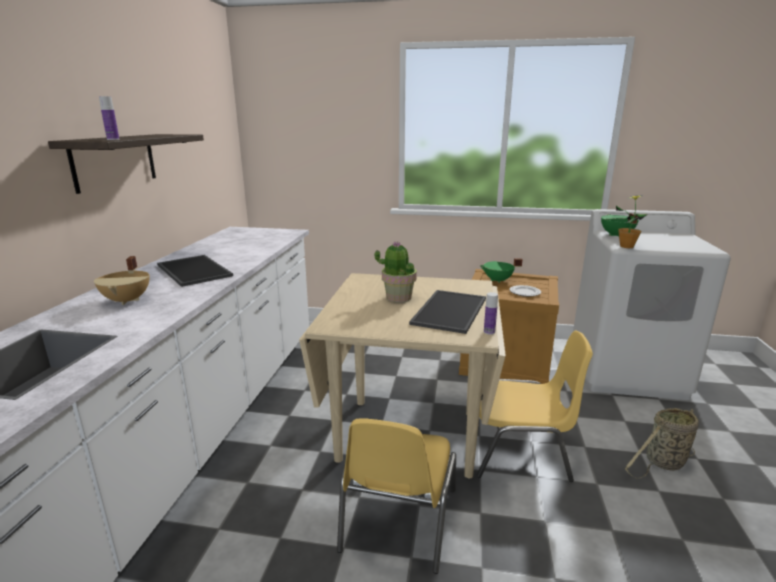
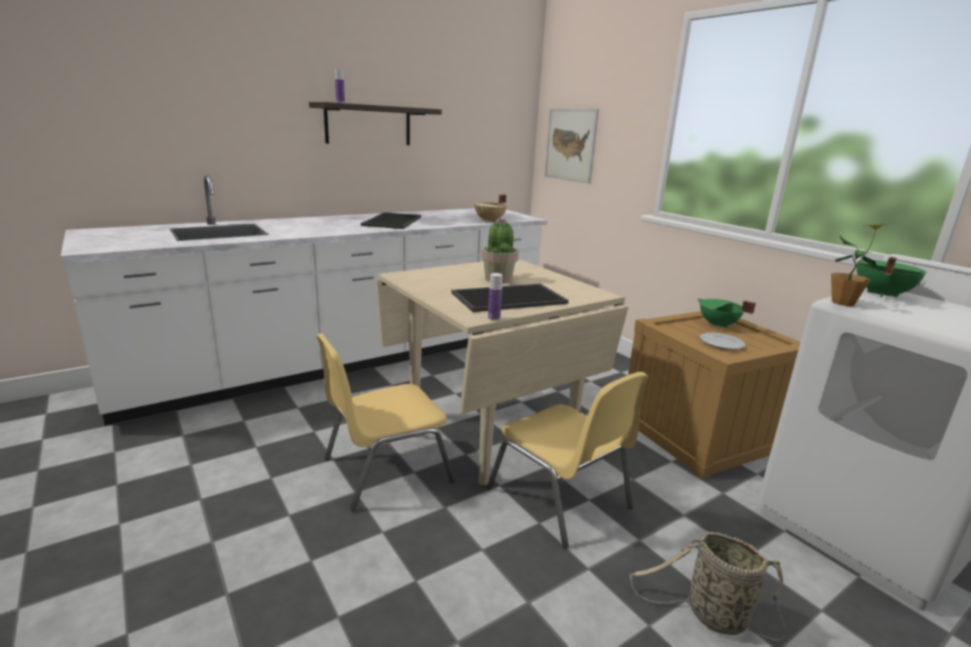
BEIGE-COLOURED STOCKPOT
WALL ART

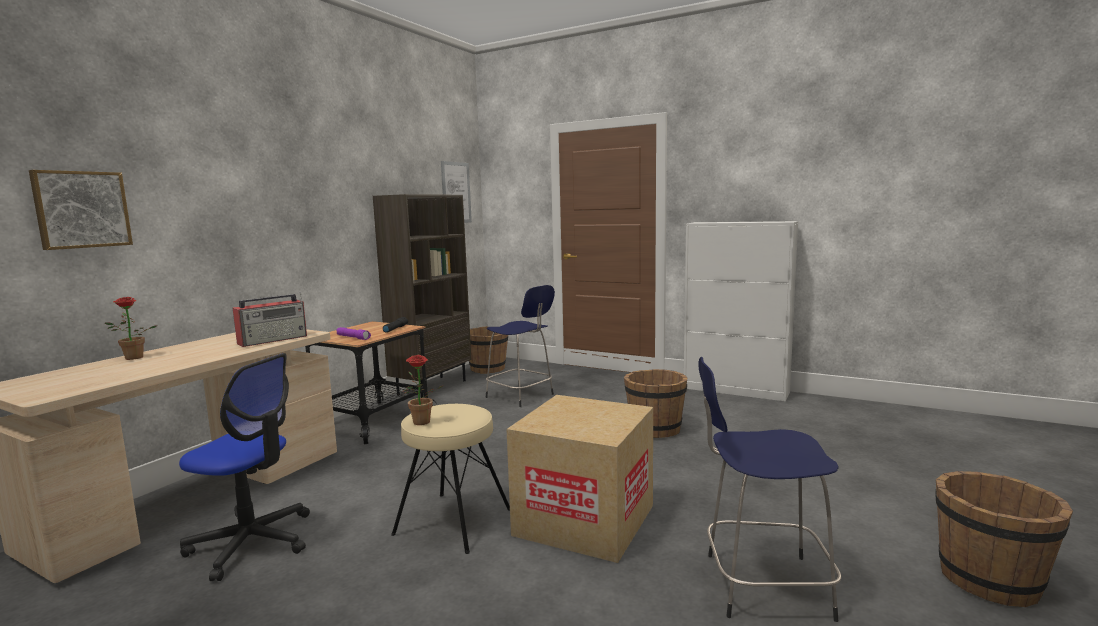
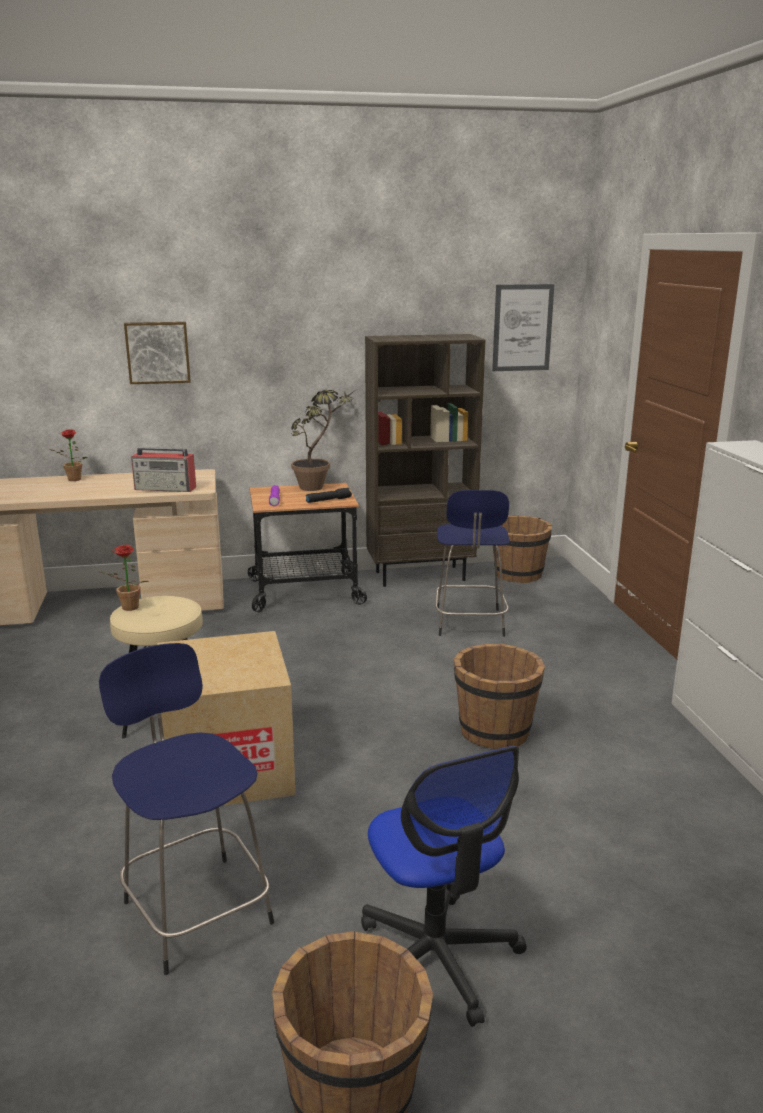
WALL ART (1st from left)
PLANT IN A POT (3rd from left)
COMPUTER CHAIR

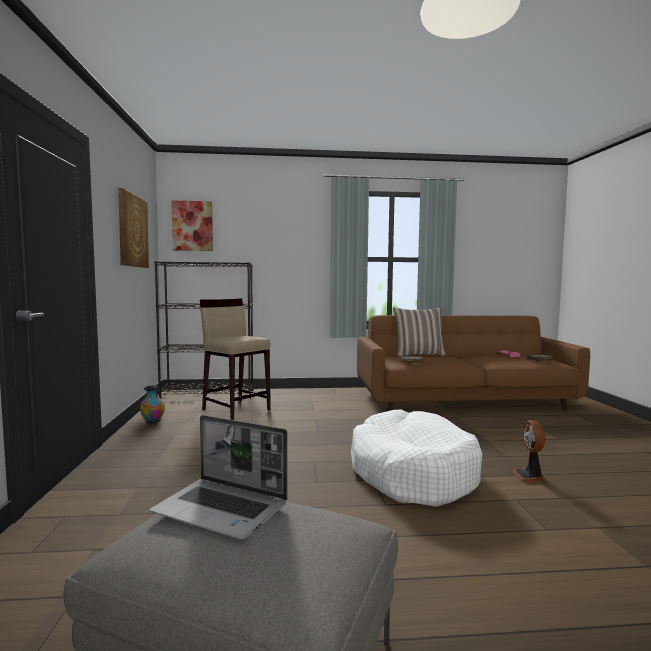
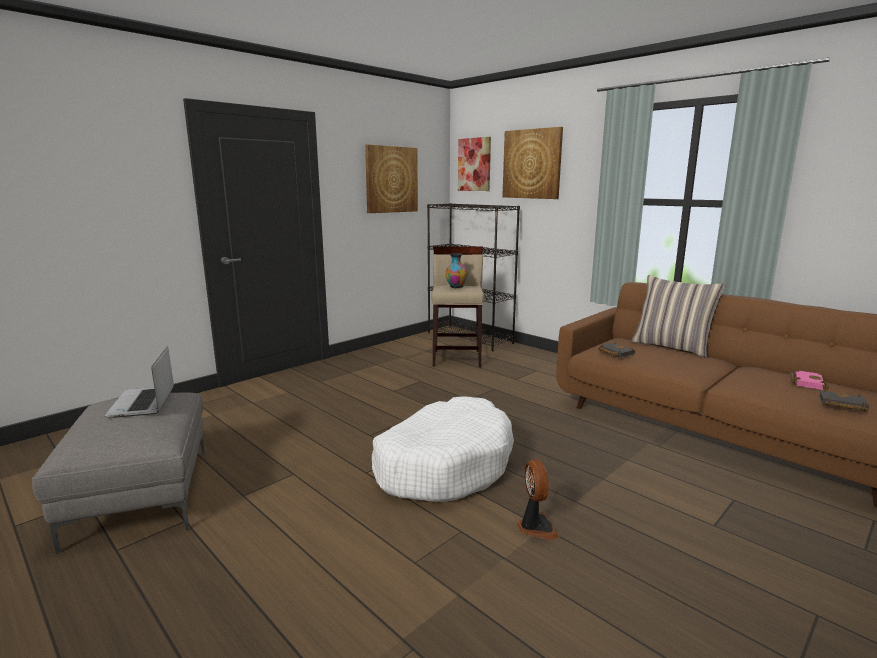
VASE
WALL ART (3rd from left)
FAN

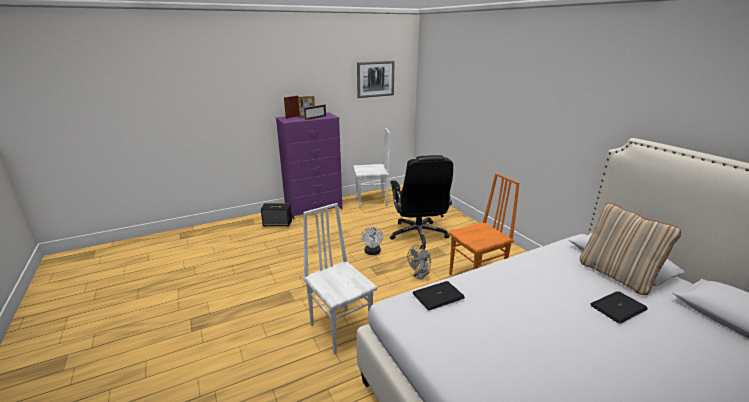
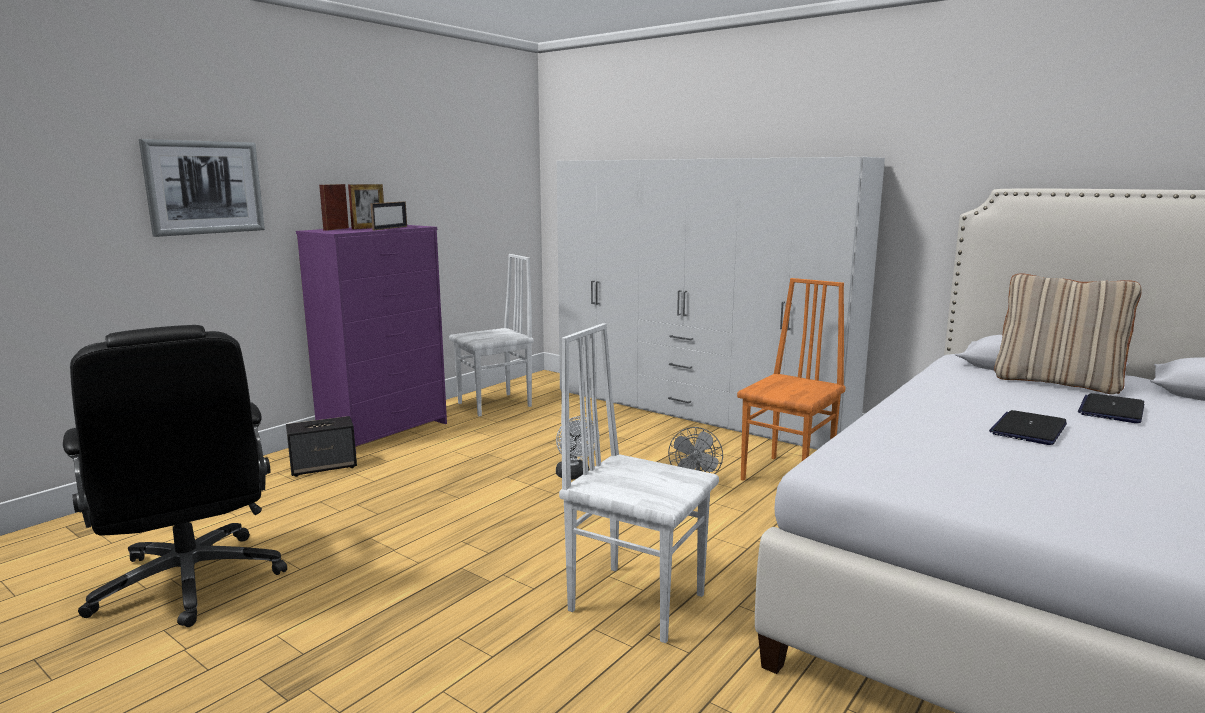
BLACK COMPUTER CHAIR
WALL ART
WHITE WARDROBE
PORTABLE COMPUTER (1st from left)

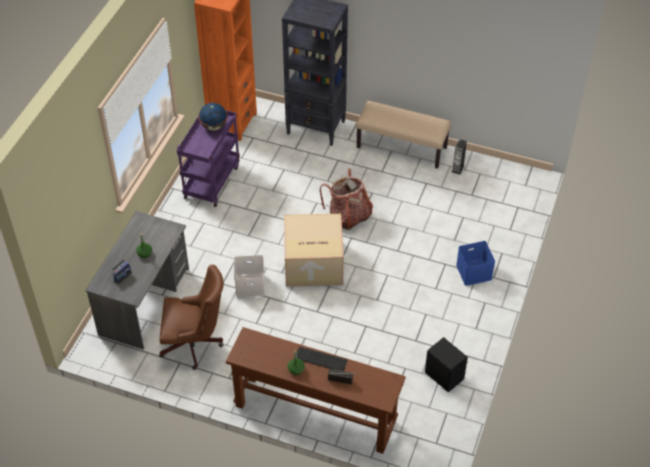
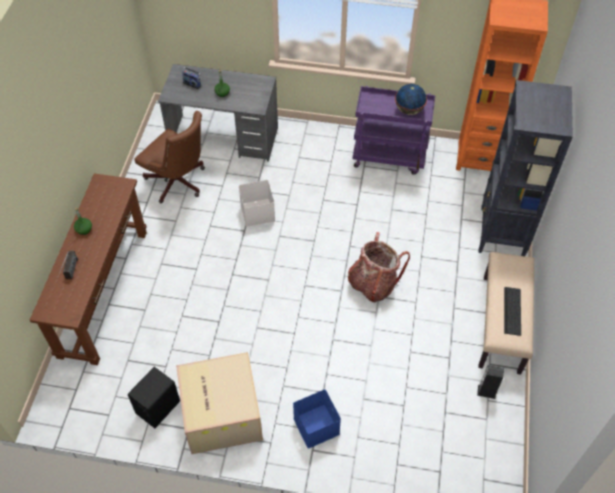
BROWNISH COMPUTER CHAIR
CARDBOARD BOX
PC KEYBOARD

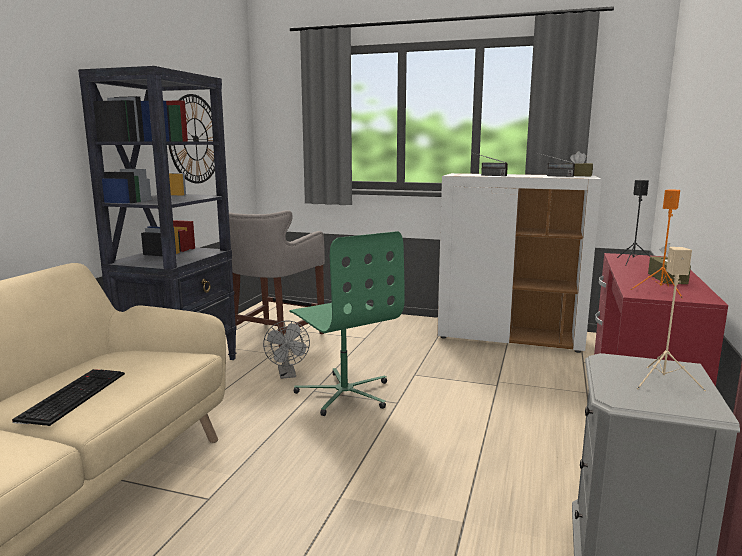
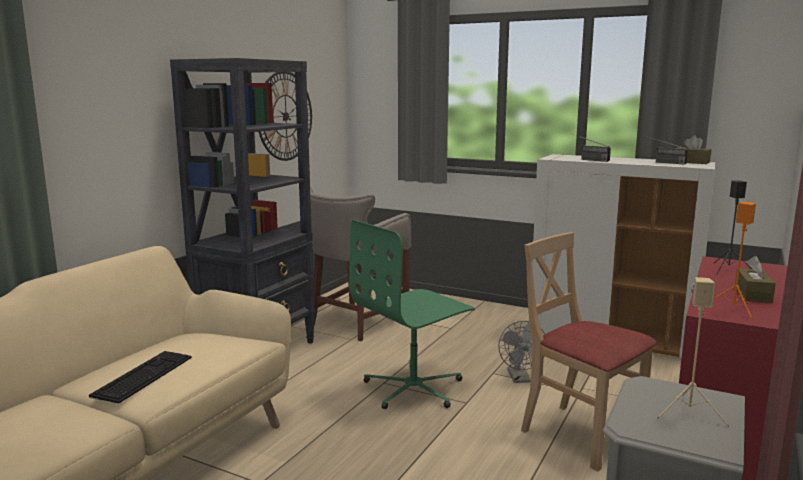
GREEN COMPUTER CHAIR
GRAY FAN
BEIGE-COLOURED UPRIGHT CHAIR

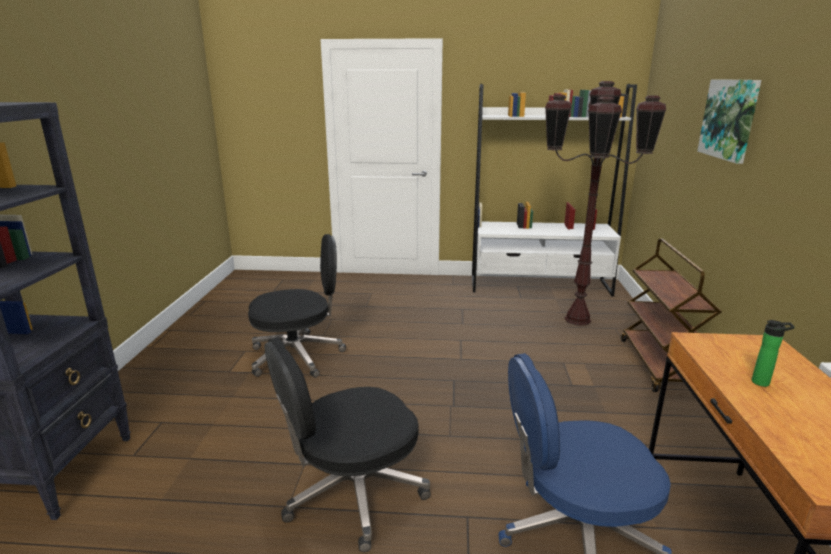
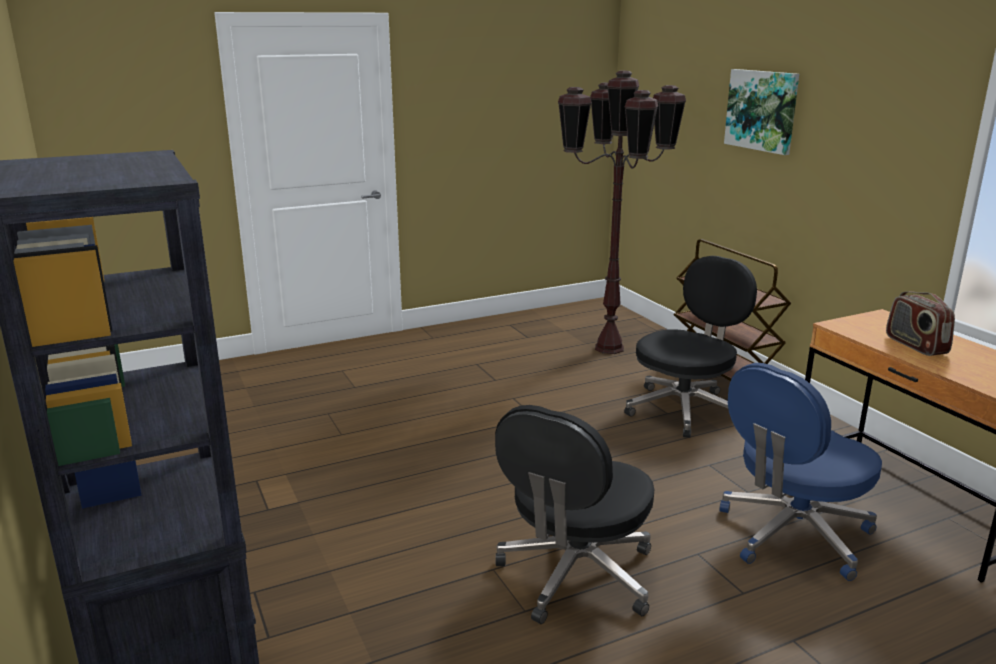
BLACK COMPUTER CHAIR (2nd from left)
RADIO SET
WHITE SHELVING UNIT

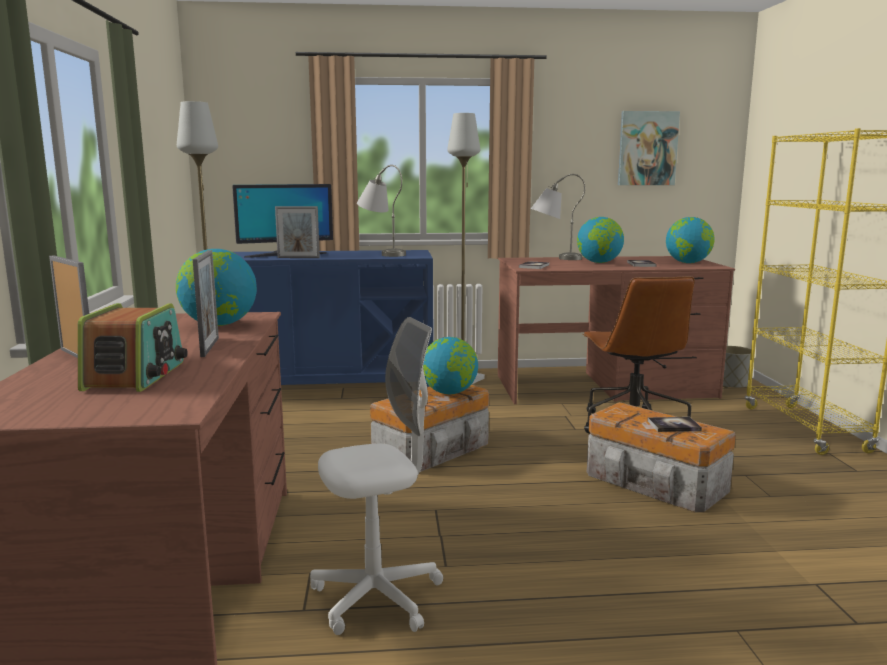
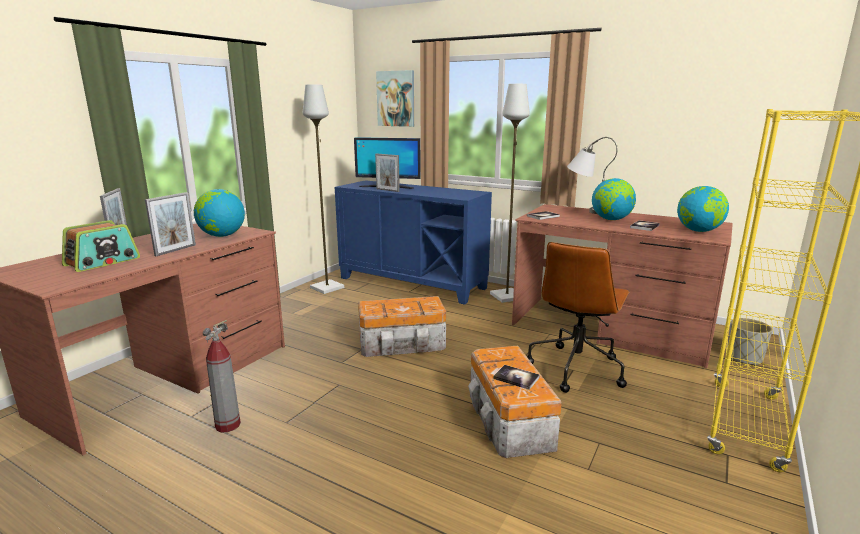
FIRE EXTINGUISHER
WALL ART
GRAY TABLETOP LAMP (1st from left in the first image)
WORLD GLOBE (2nd from left in the first image)

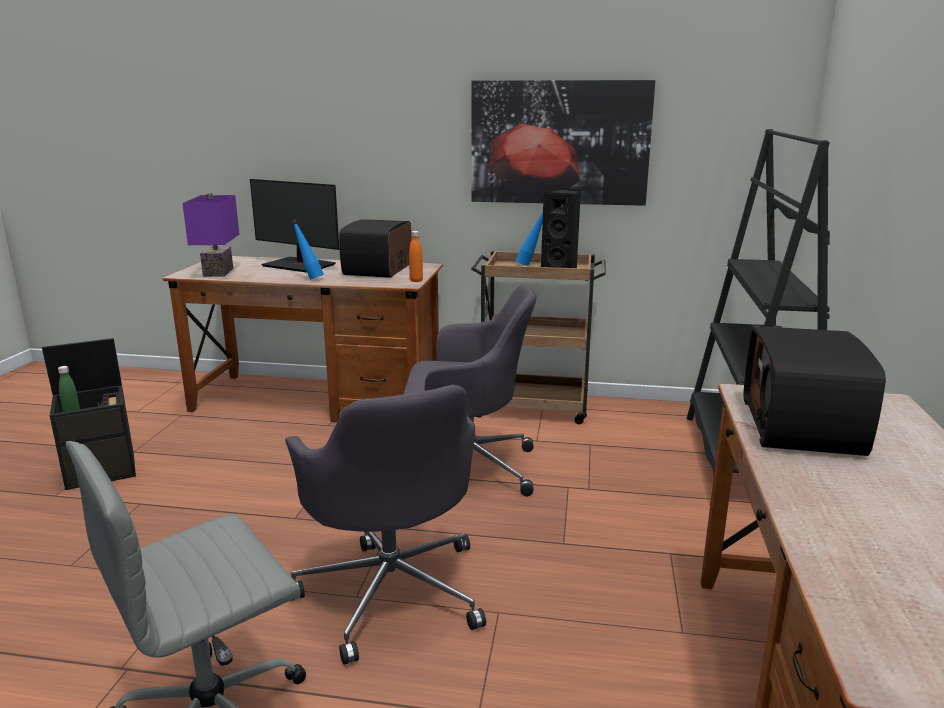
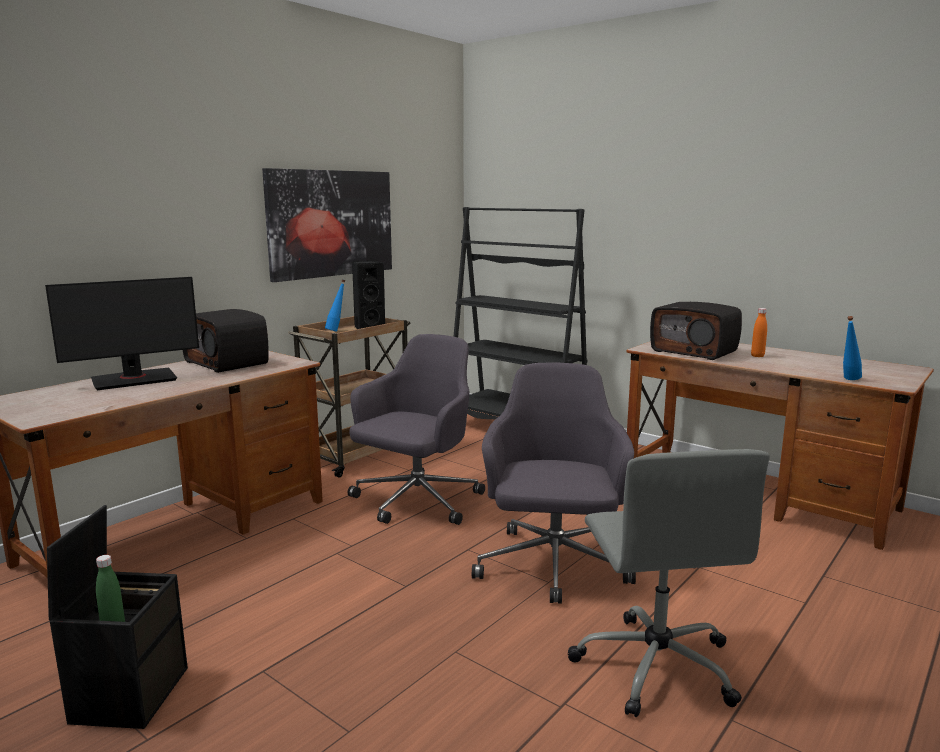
GRAY COMPUTER CHAIR (2nd from left)
ORANGE BEVERAGE BOTTLE
BLUE-COLOURED BEVERAGE BOTTLE (2nd from left)
PURPLE TABLETOP LAMP

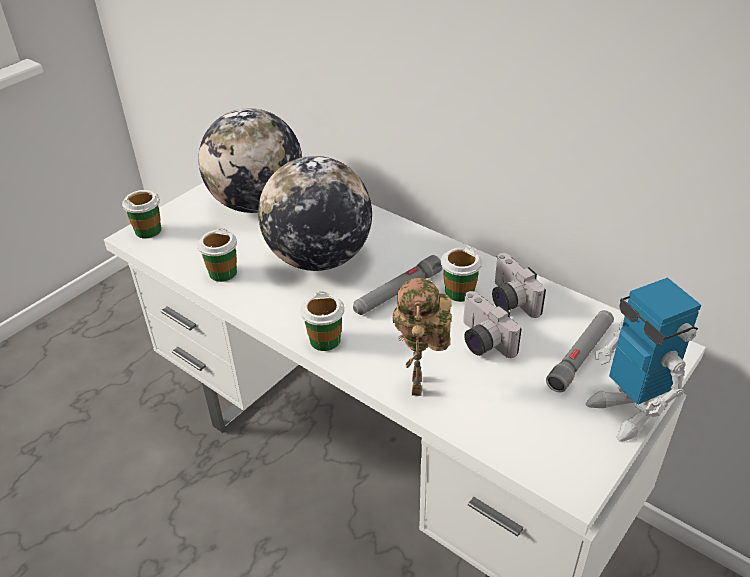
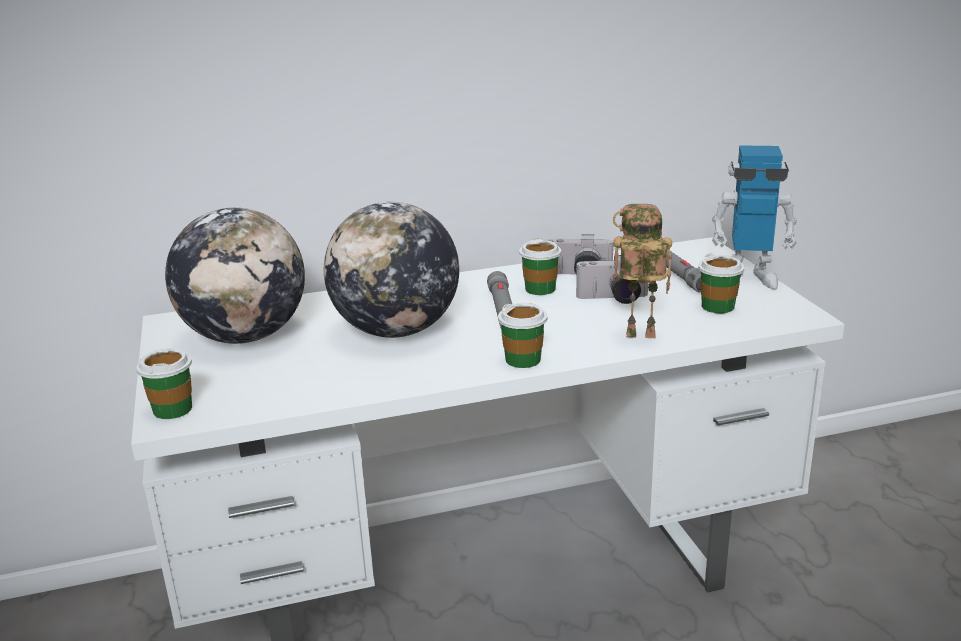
TOY ROBOT (1st from left)
CUP (4th from left)

